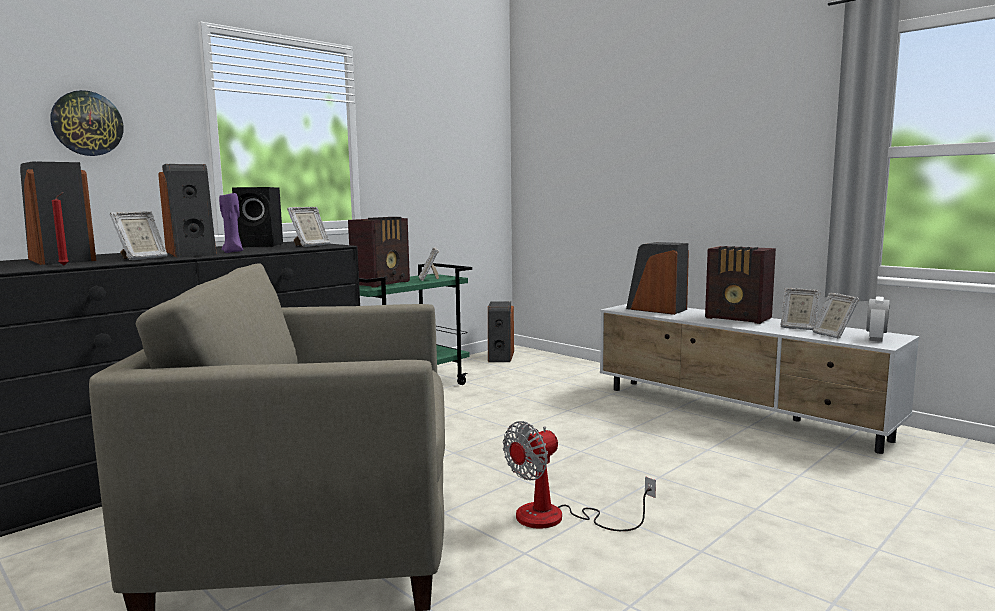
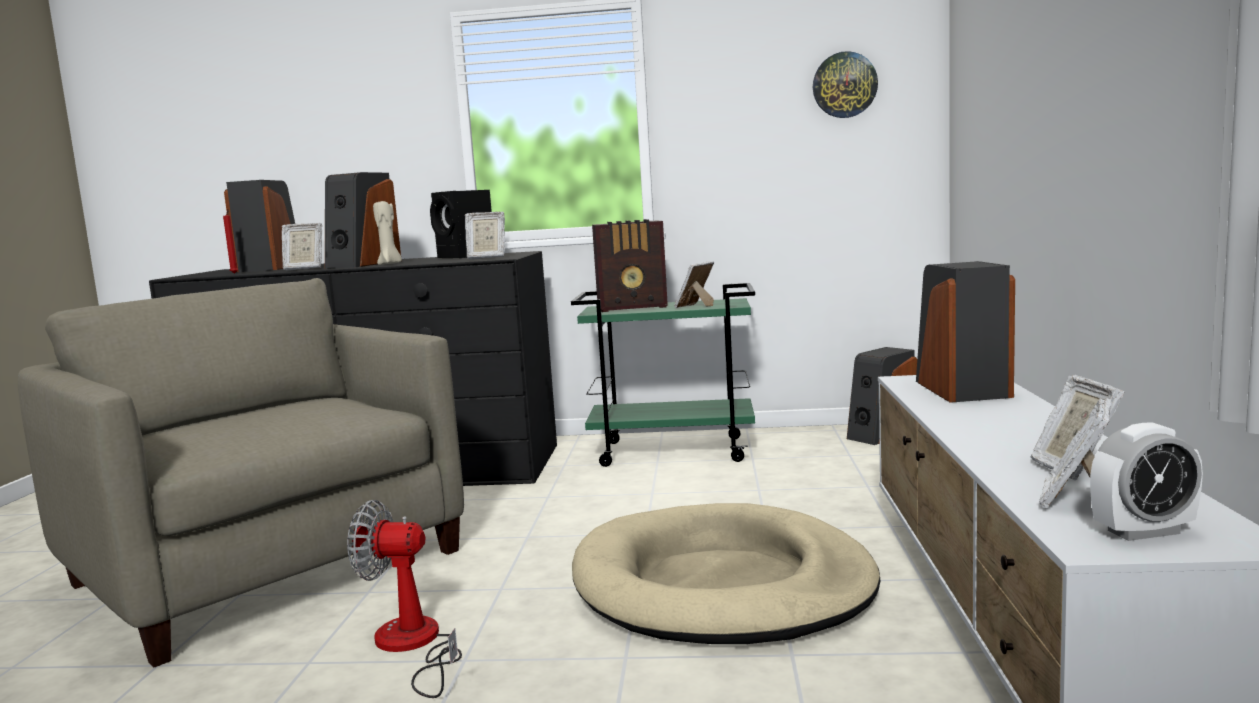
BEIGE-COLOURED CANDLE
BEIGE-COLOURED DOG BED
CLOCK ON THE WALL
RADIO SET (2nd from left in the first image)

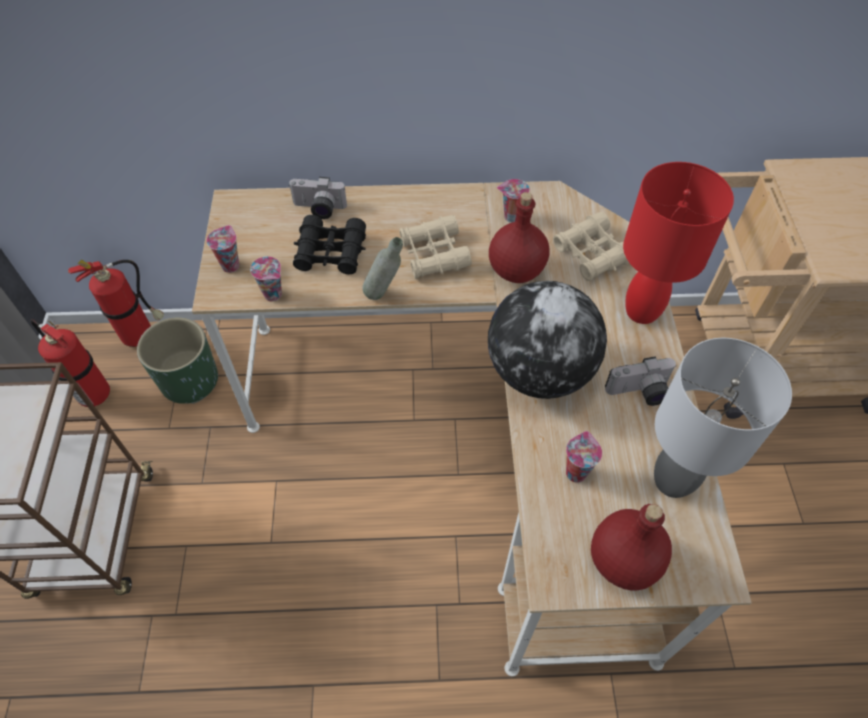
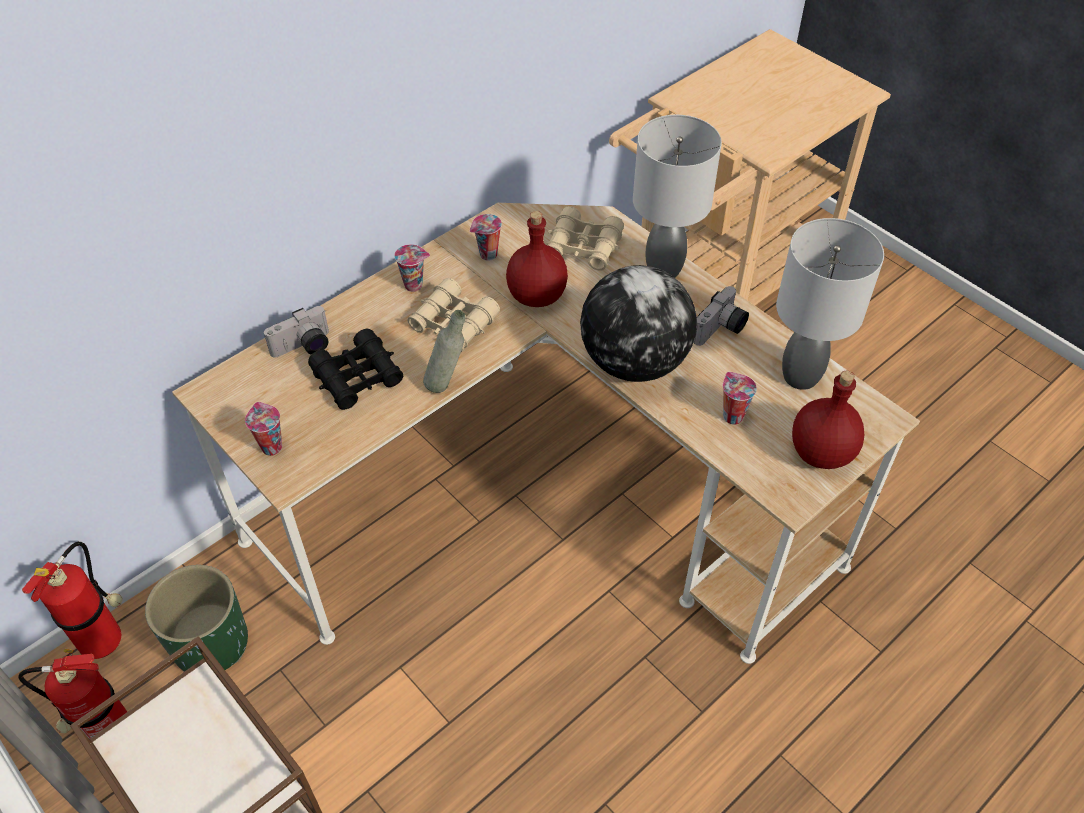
CUP (2nd from left)
GRAY TABLETOP LAMP (1st from left)

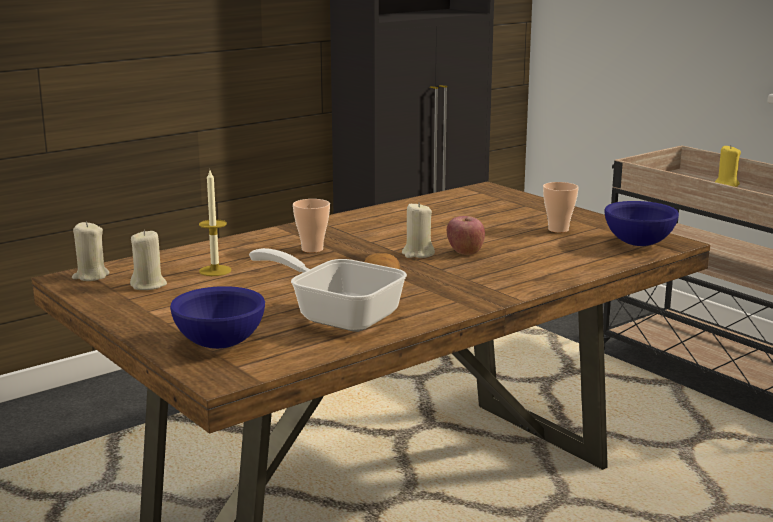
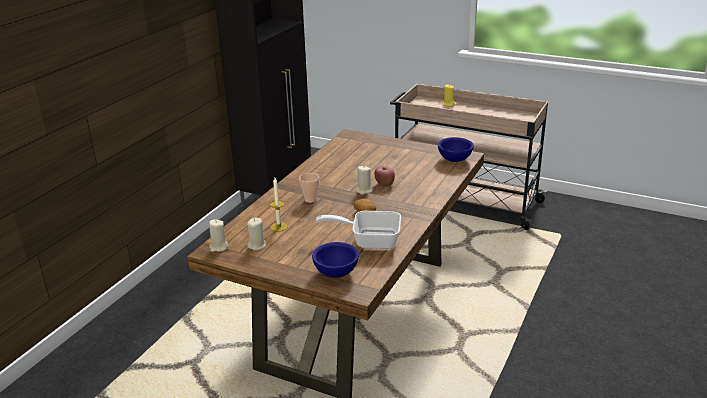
CUP (2nd from left in the first image)

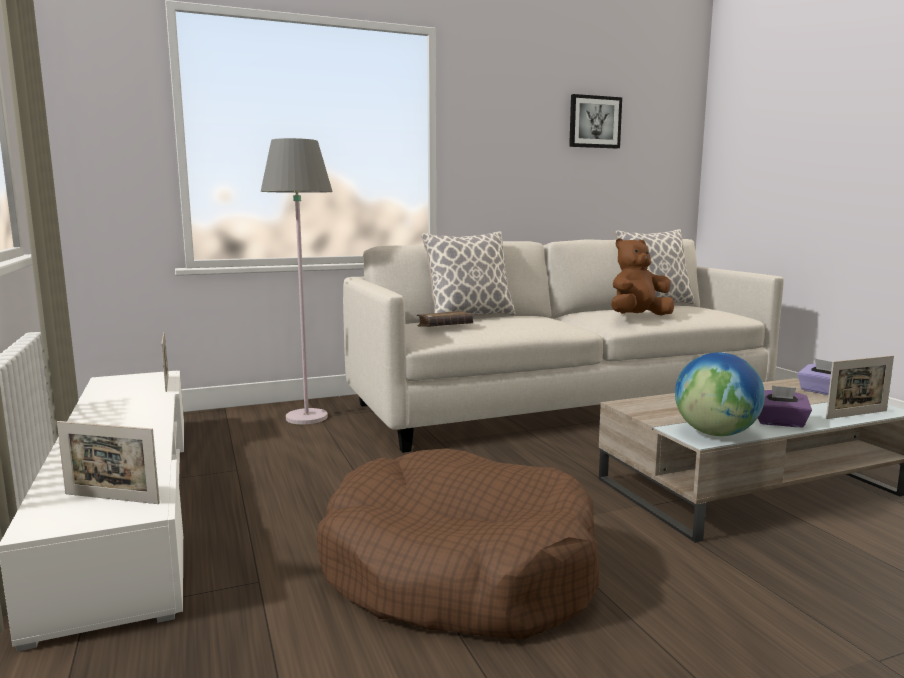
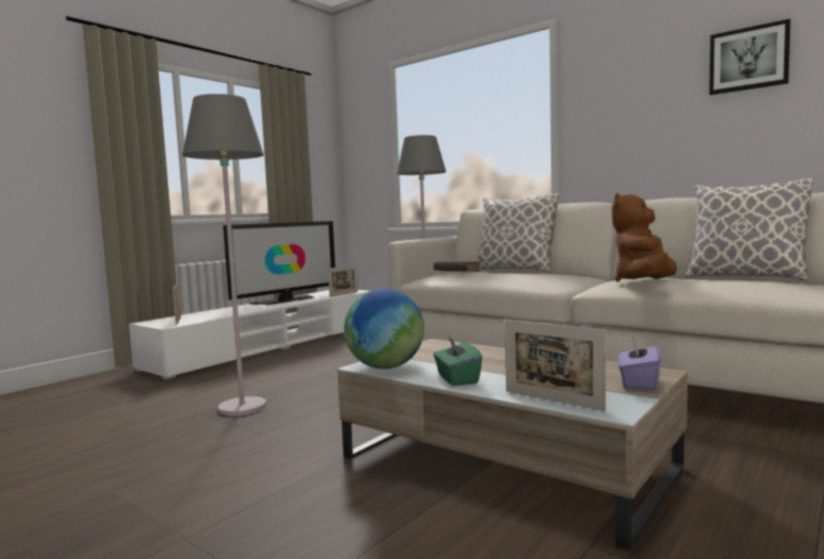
GRAY FLOOR LAMP (1st from left)
TV SET
GREEN TISSUE HOLDER
BROWNISH SOFT TOY

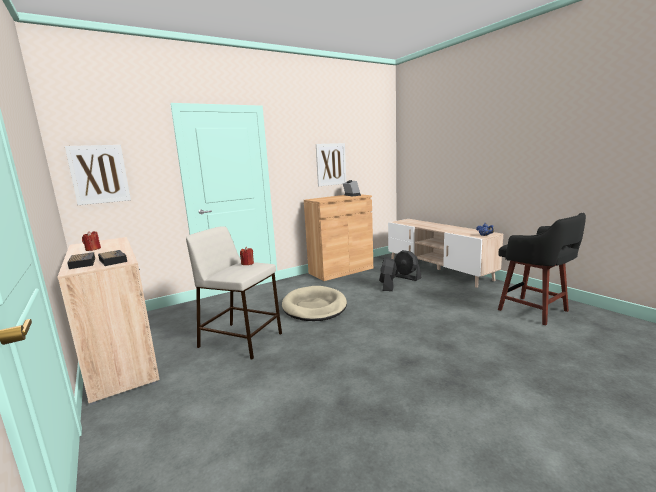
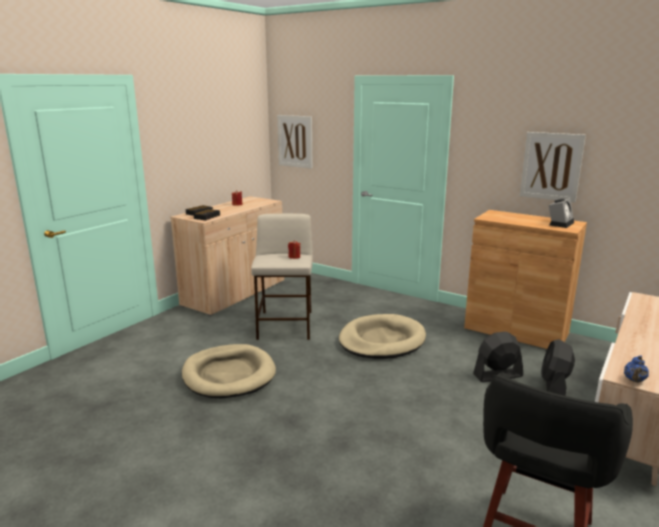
BEIGE-COLOURED DOG BED (1st from left)

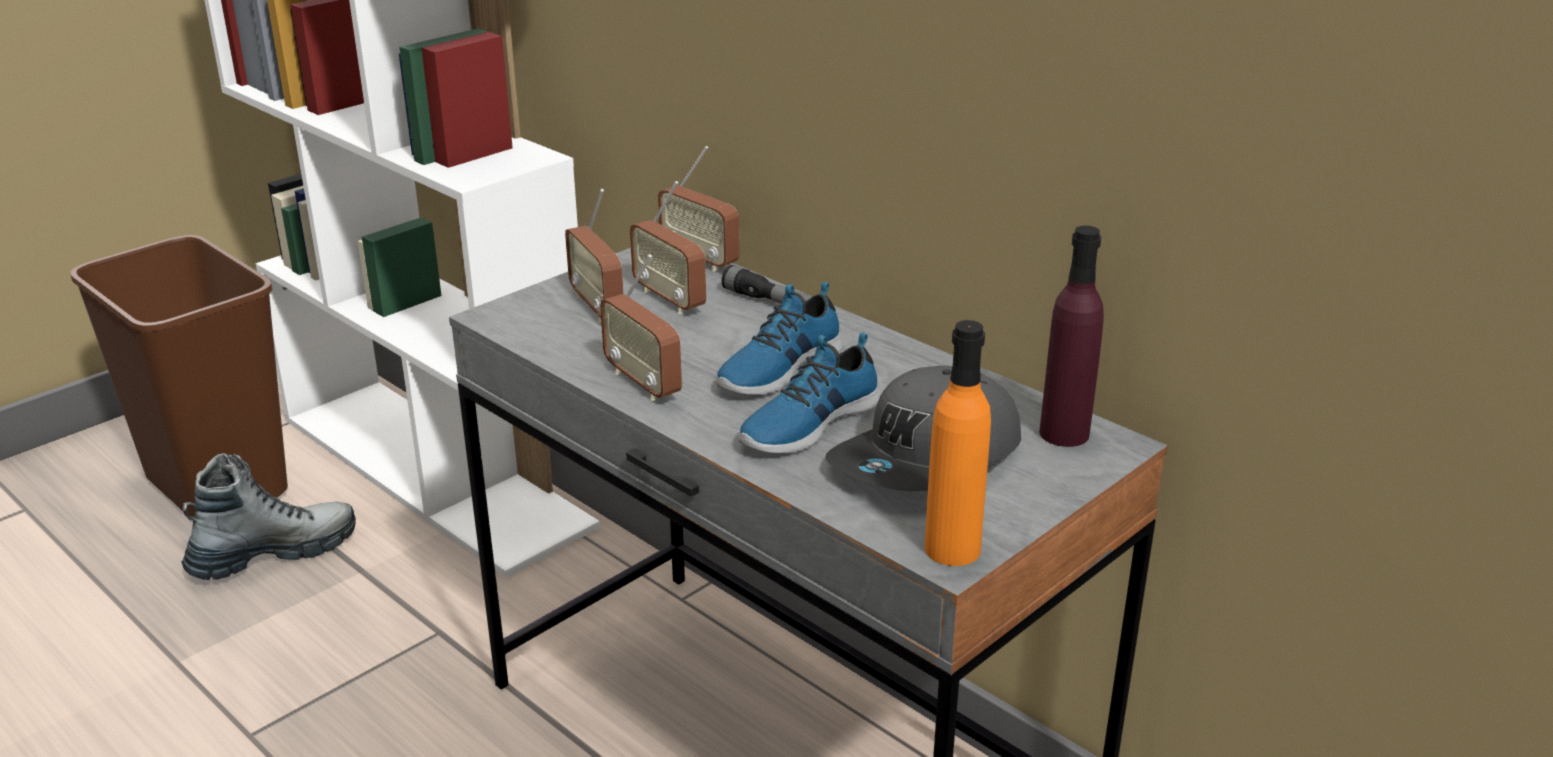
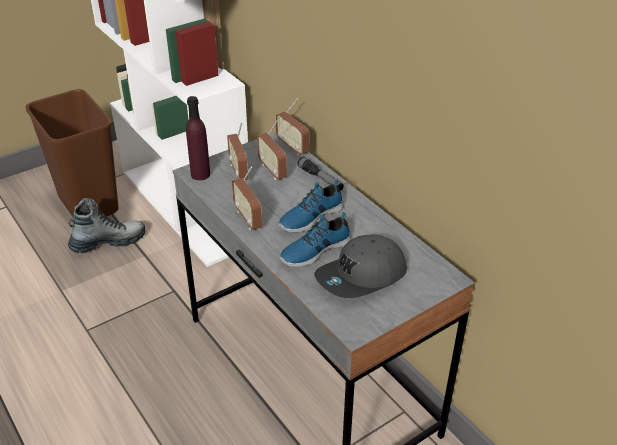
PURPLE BEVERAGE BOTTLE
ORANGE BEVERAGE BOTTLE

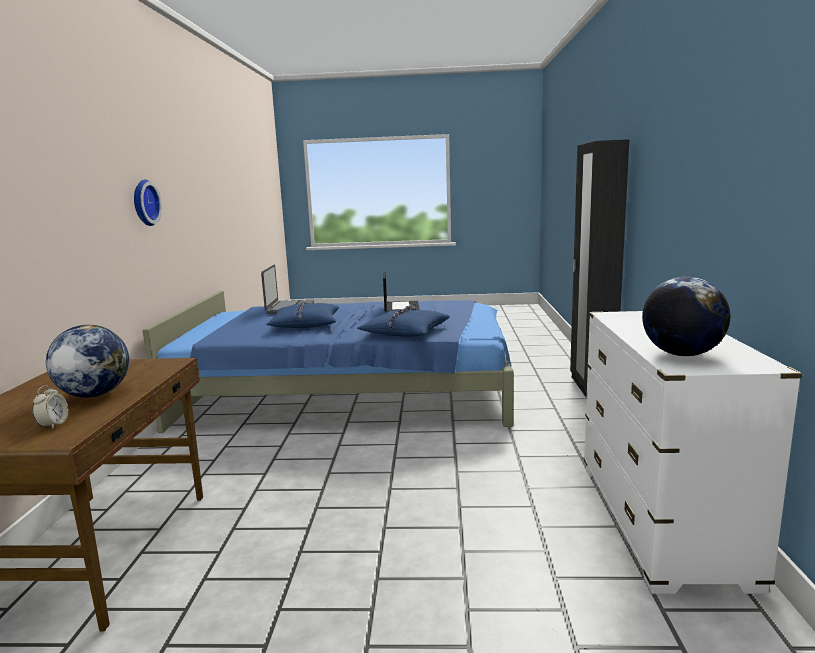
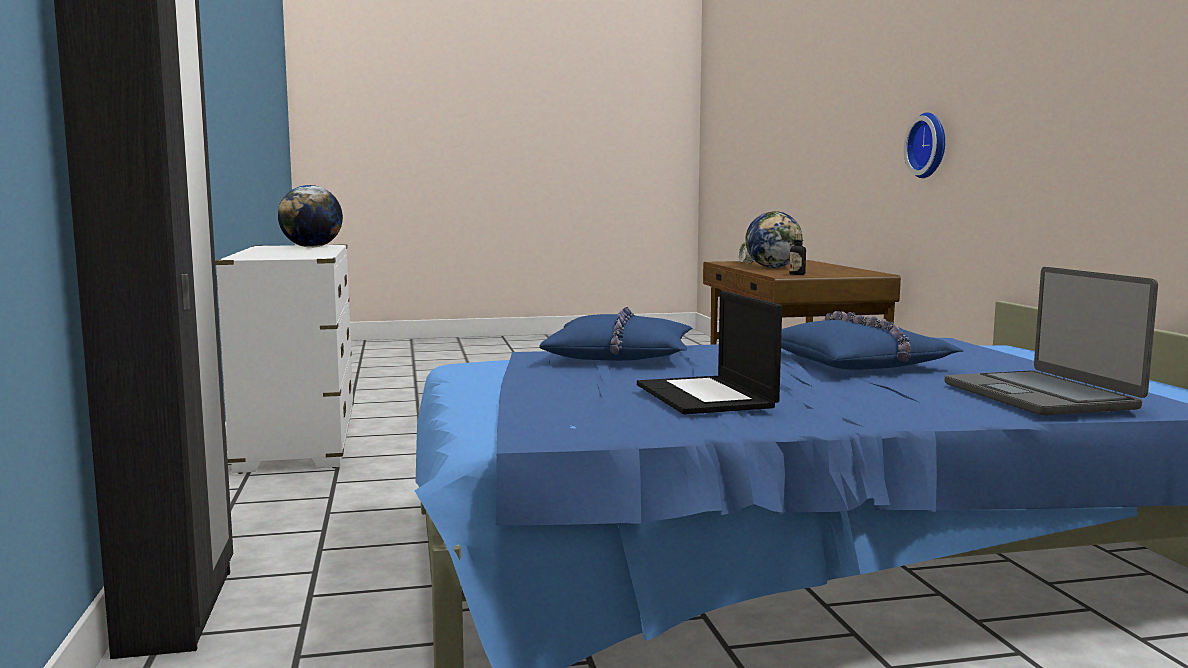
BEVERAGE BOTTLE
CLOCK ON THE WALL

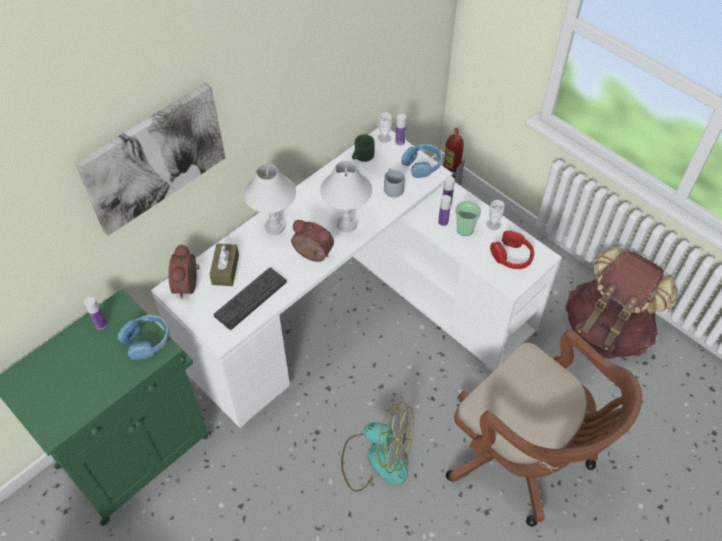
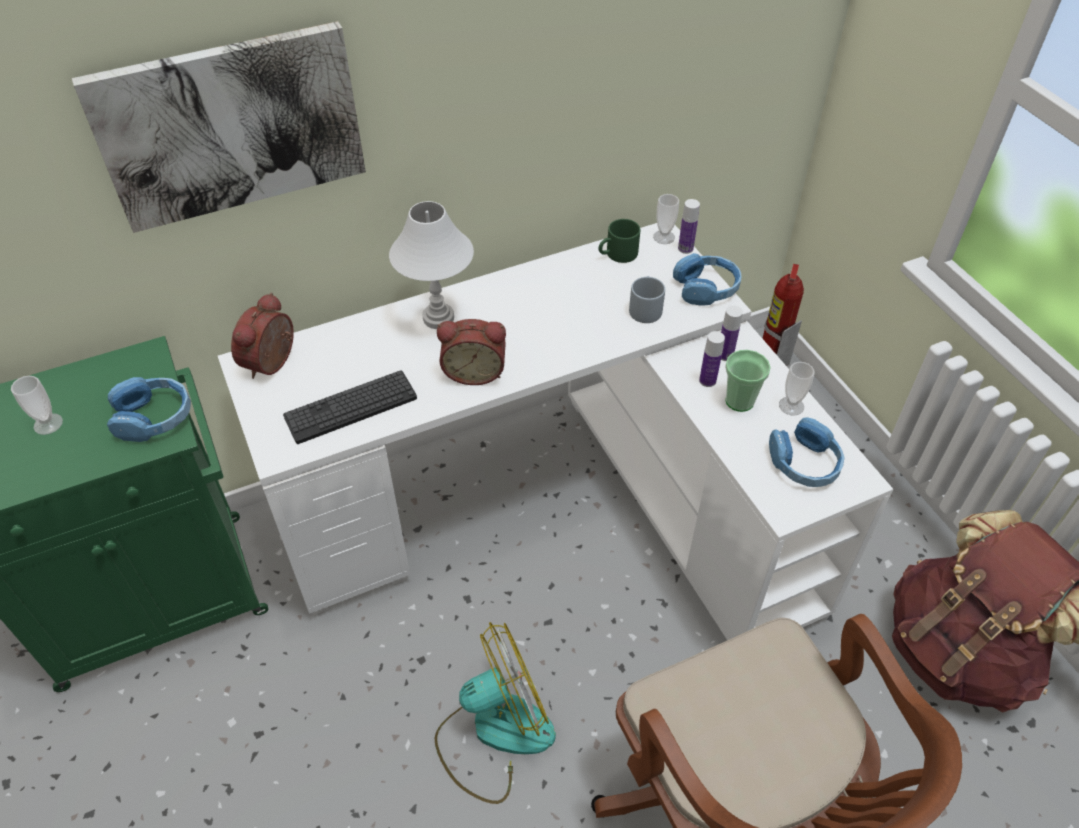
CUP (1st from left)
FAN
TABLE CLOCK (2nd from left)
BLUE-COLOURED HEADSET (3rd from left)
BEVERAGE BOTTLE (1st from left in the first image)
BROWNISH TISSUE HOLDER
WHITE TABLETOP LAMP (2nd from left in the first image)

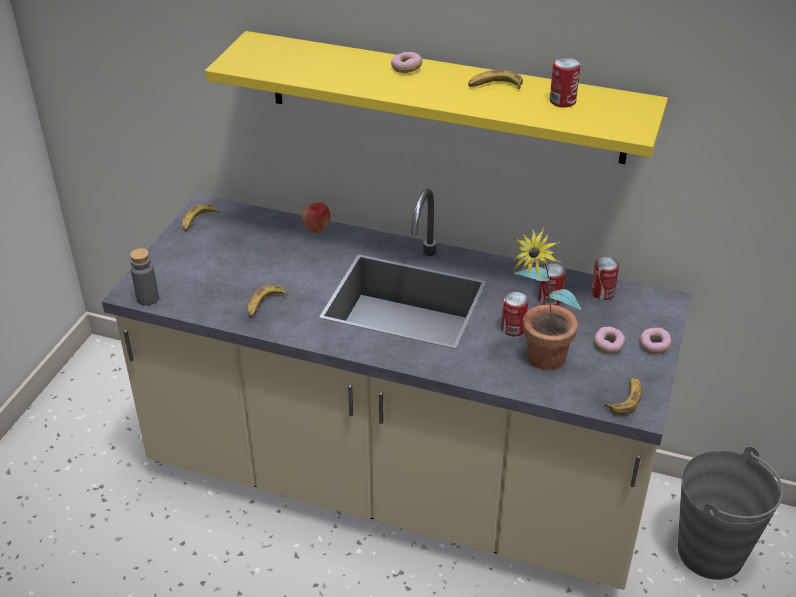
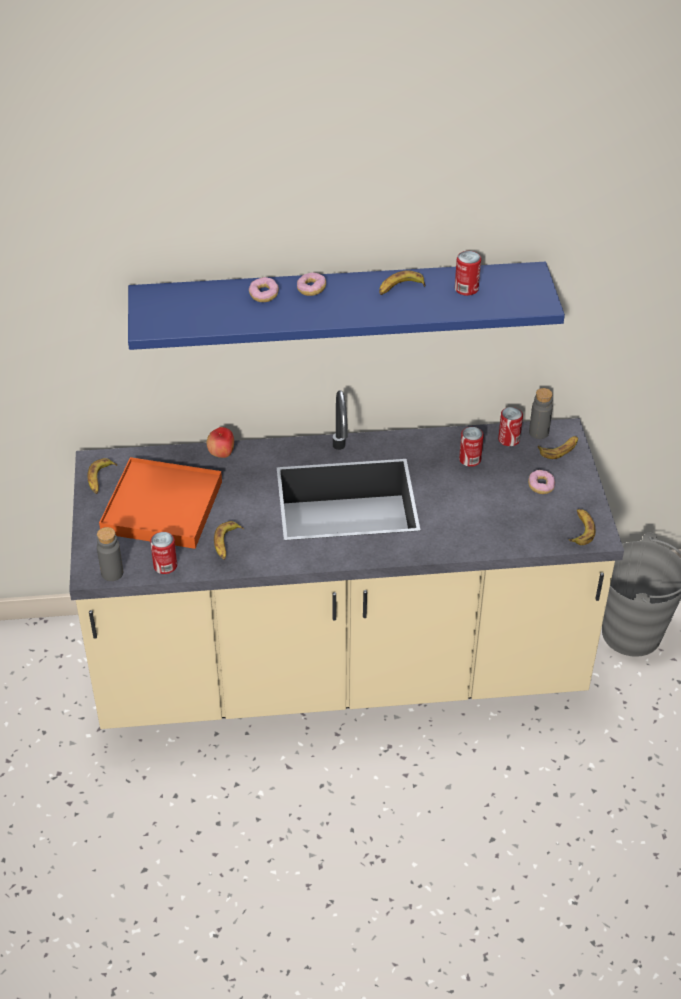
ORANGE CARRYING TRAY
BLUE-COLOURED WALL SHELF
SEALED CAN (1st from left)
DONUT (1st from left)
GRAY BEVERAGE BOTTLE (2nd from left)
WHOLE BANANA (4th from left)
PLANT IN A POT

